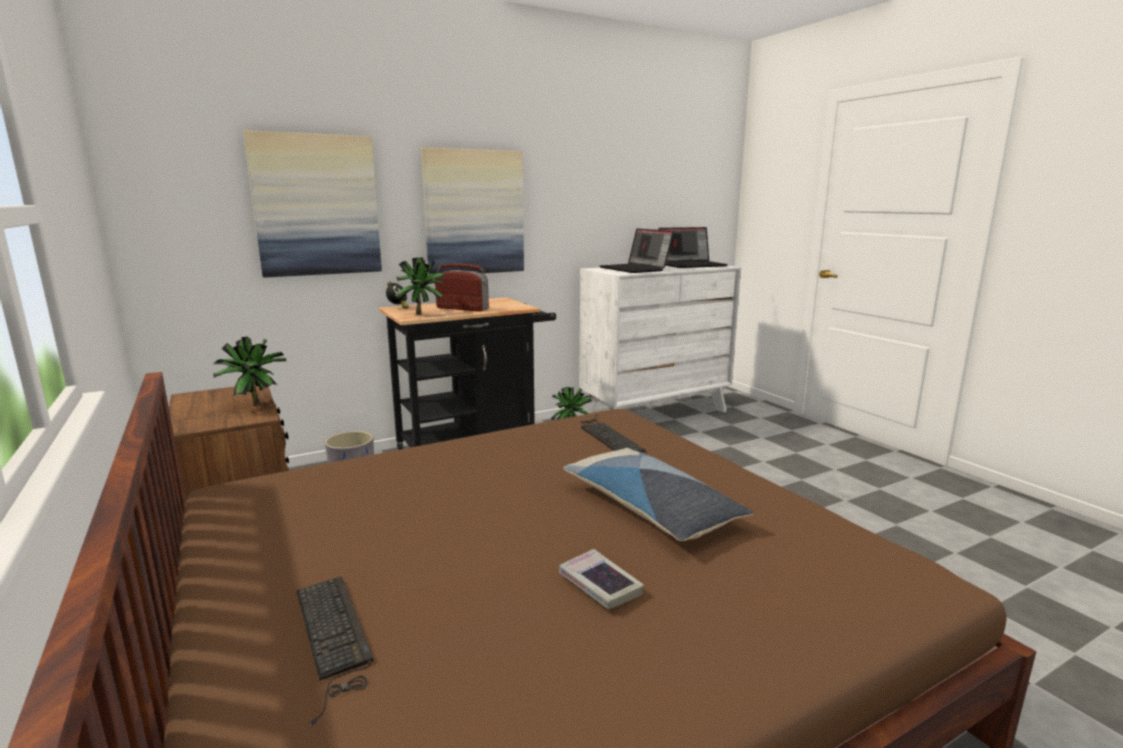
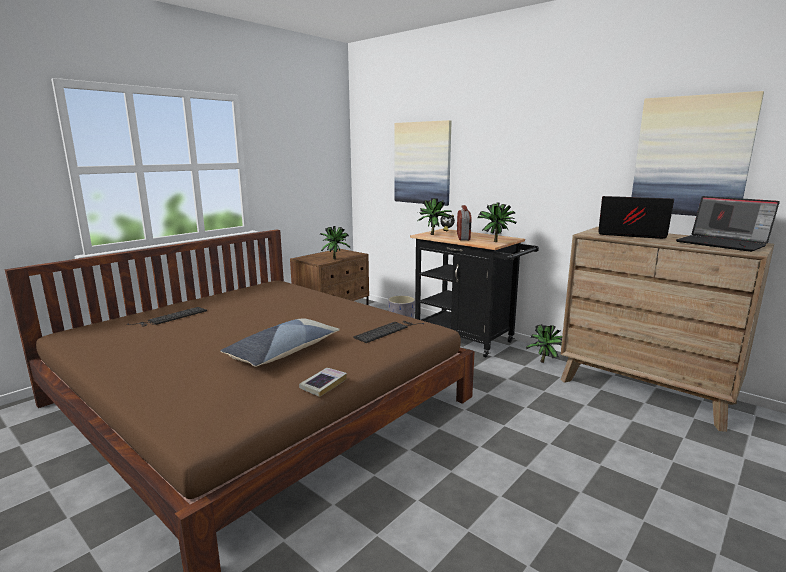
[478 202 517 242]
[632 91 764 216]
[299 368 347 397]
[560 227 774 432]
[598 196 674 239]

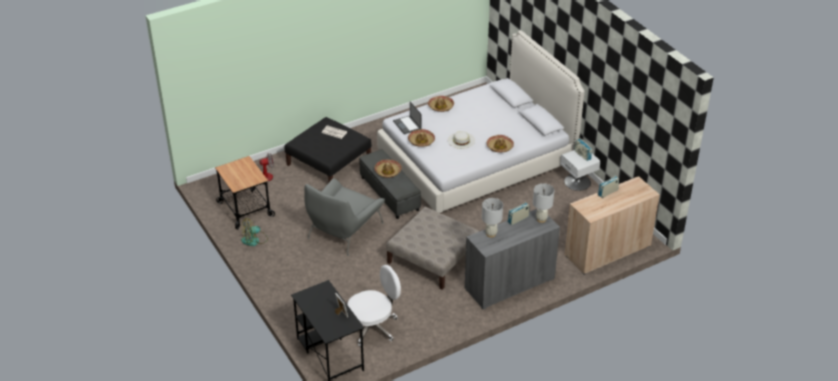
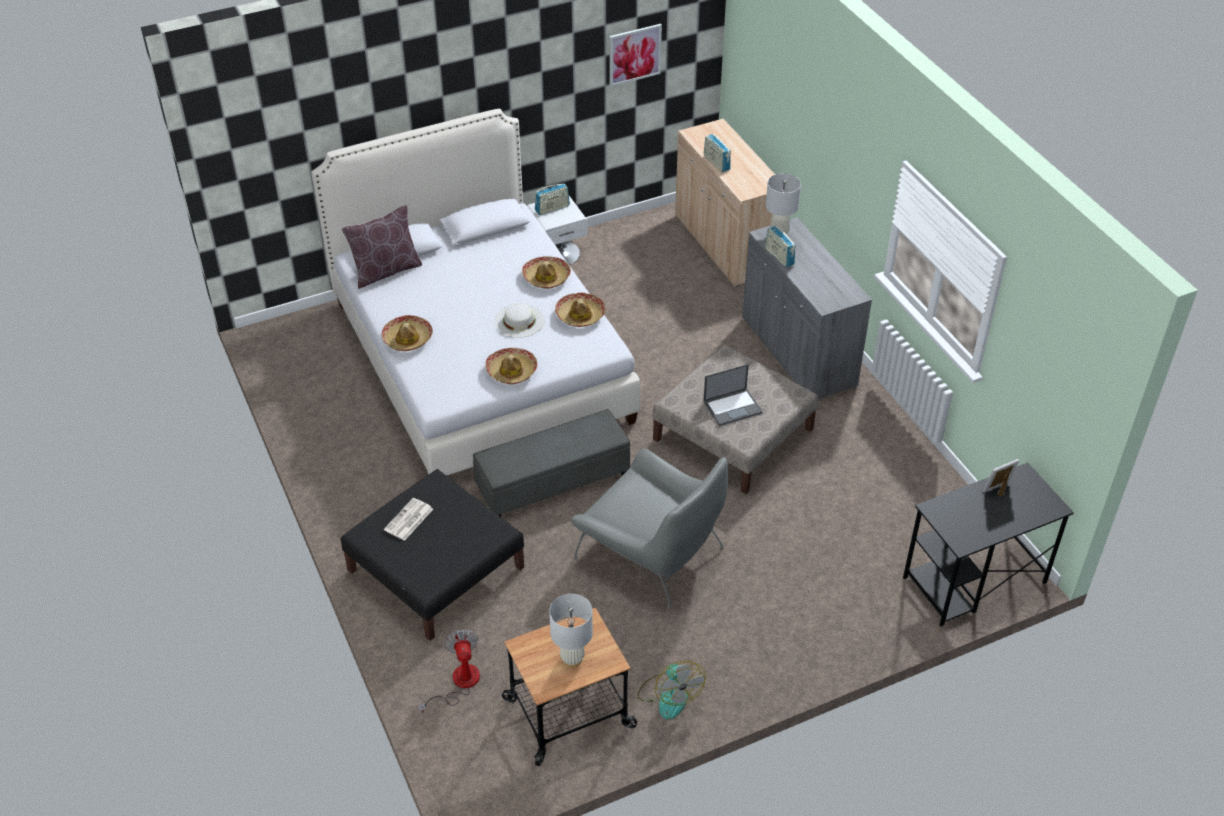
[347 265 401 346] (first image)
[342 205 422 289]
[609 24 662 86]
[555 293 605 327]
[703 364 763 426]
[549 594 593 667]

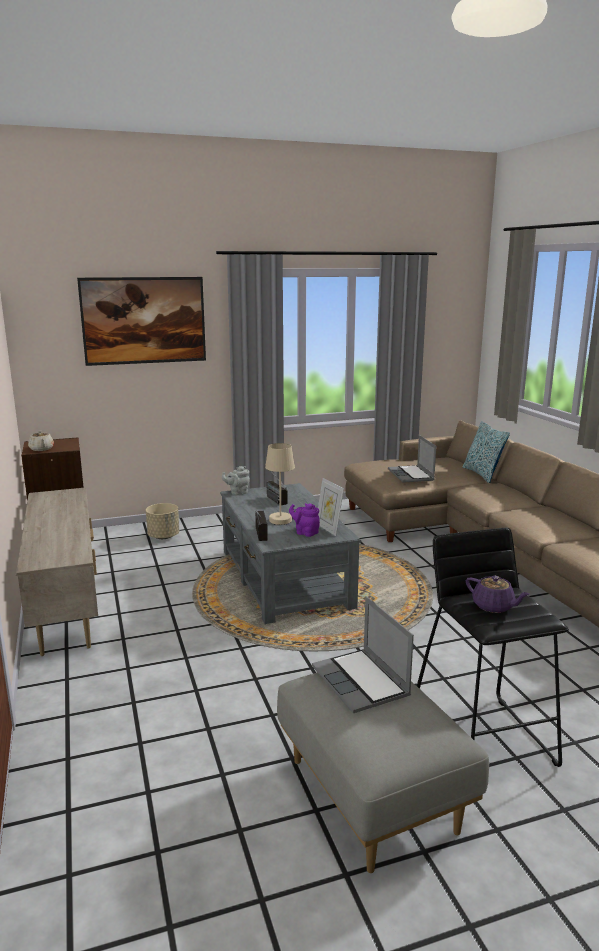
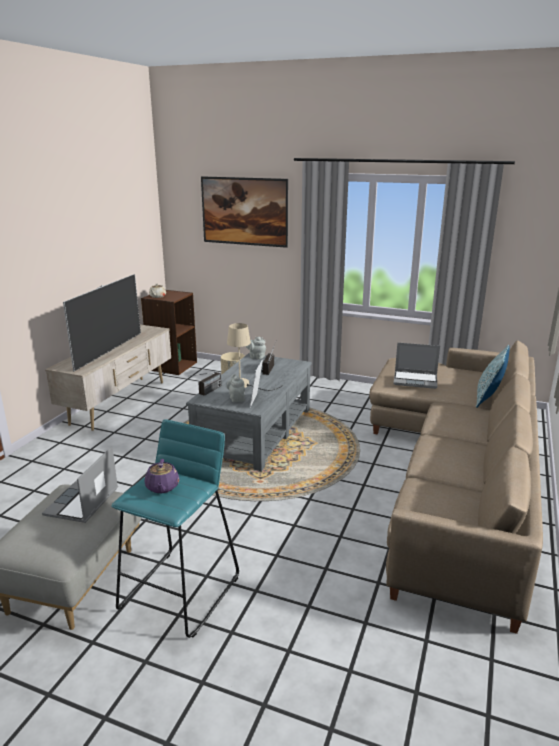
[63 274 141 371]
[227 374 245 402]
[111 419 239 638]
[393 342 440 389]

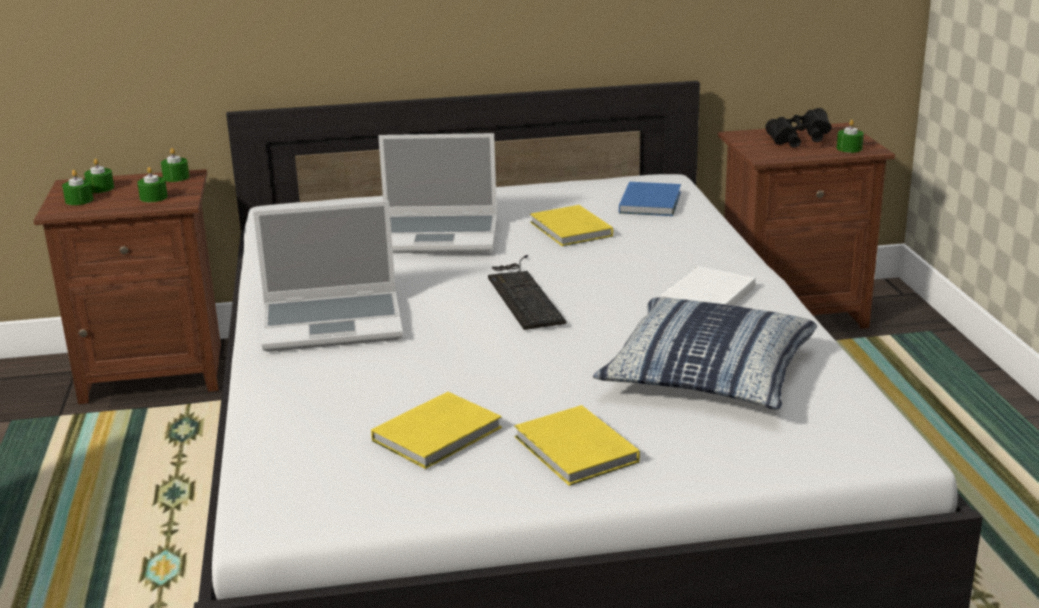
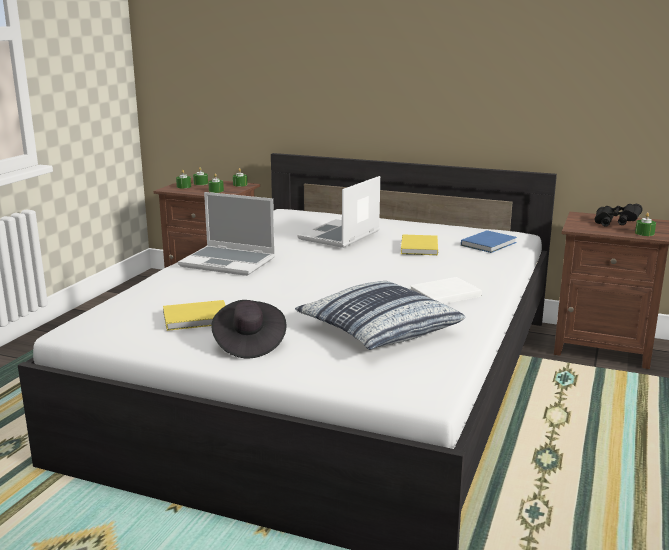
[488 255 567 330] (first image)
[211 300 287 358]
[297 176 380 248]

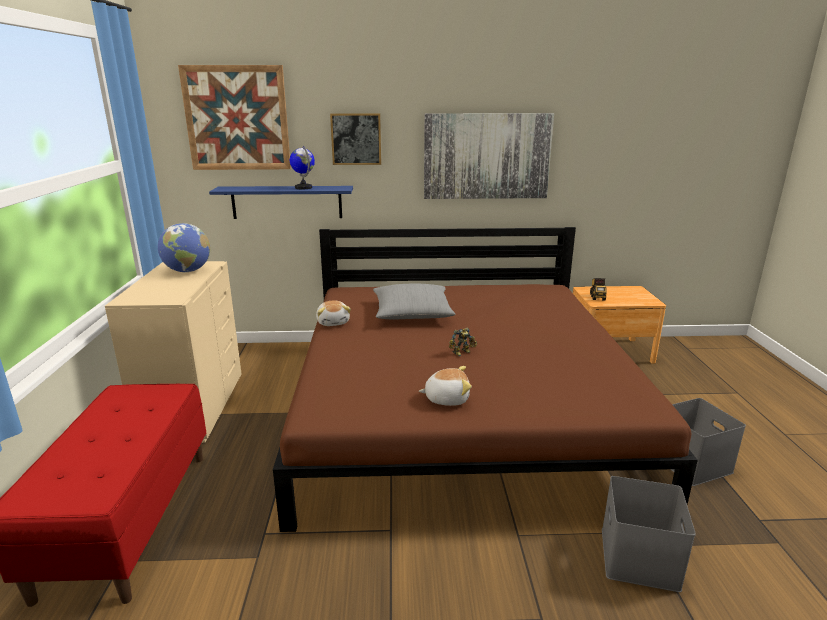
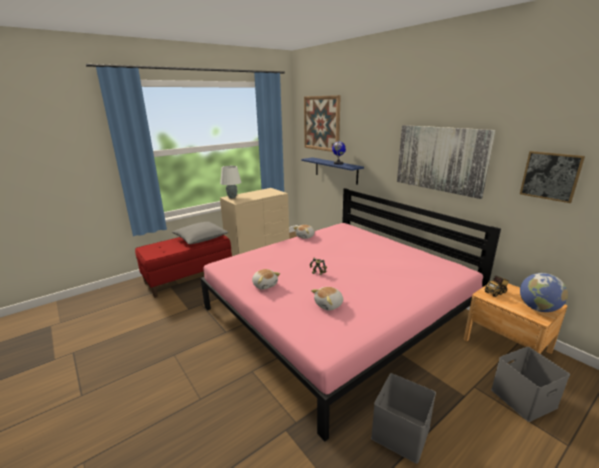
[220 166 241 199]
[311 287 343 310]
[520 273 568 312]
[520 151 585 203]
[172 222 228 244]
[491 347 570 422]
[201 188 501 442]

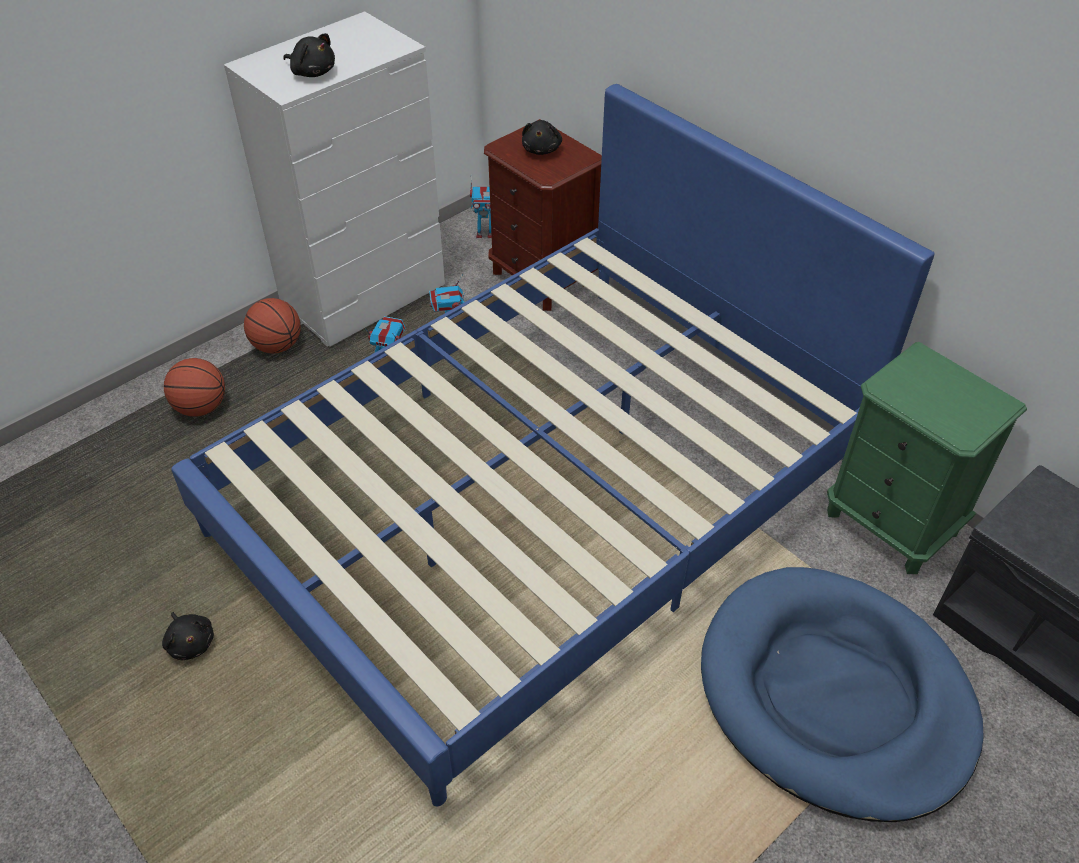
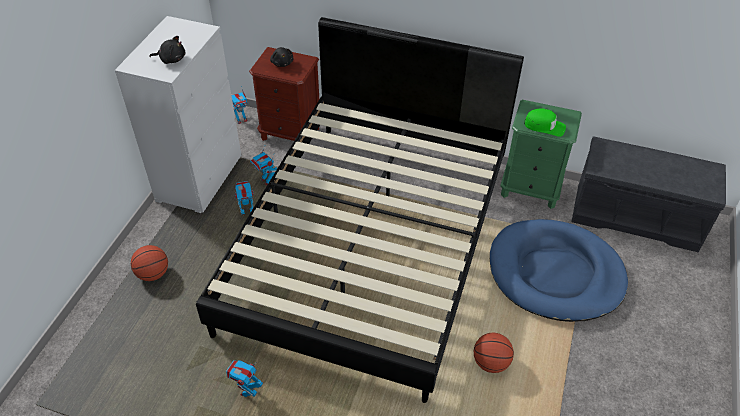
[524 109 566 137]
[474 333 514 373]
[226 360 263 397]
[196 17 524 403]

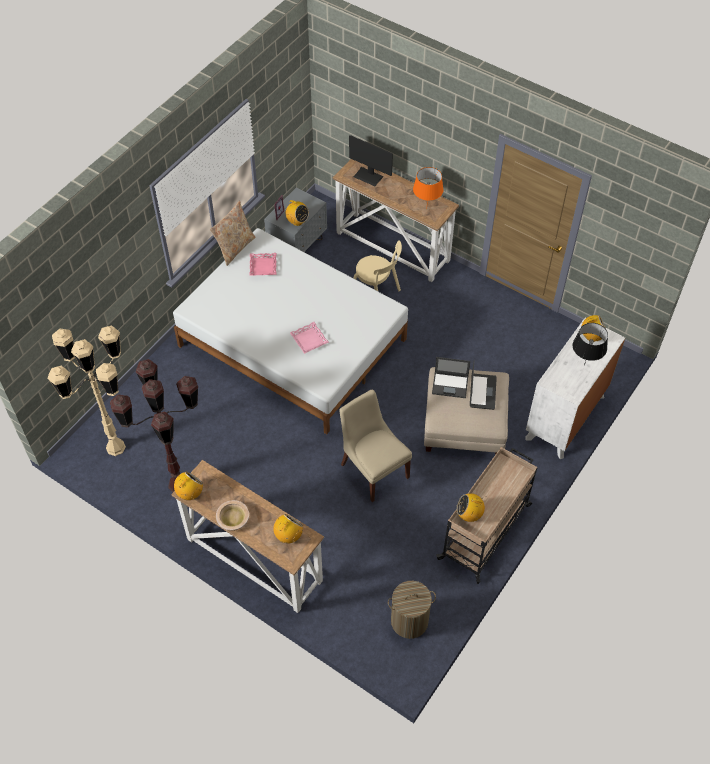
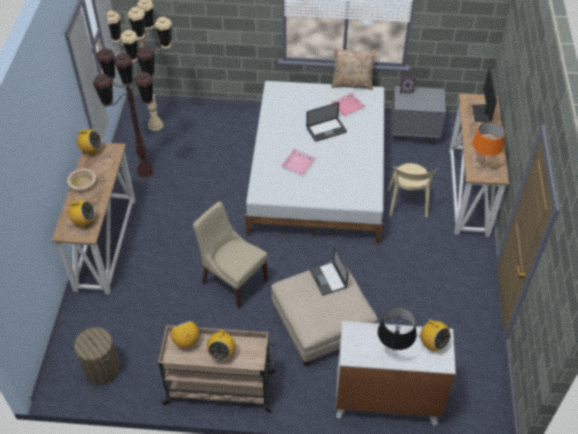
[207 326 236 361]
[306 102 347 142]
[193 202 268 309]

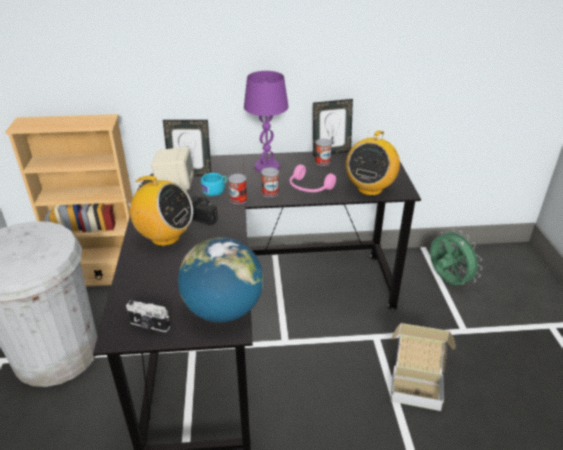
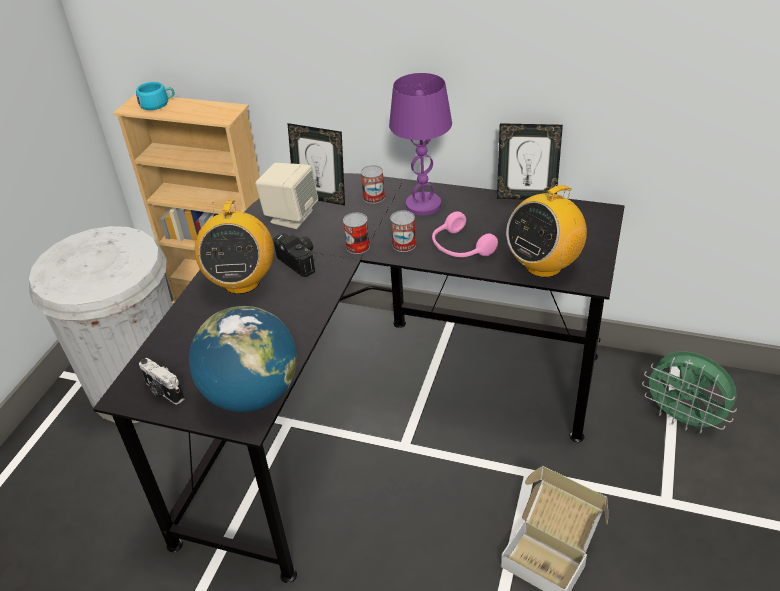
[136 82 175 110]
[361 165 385 204]
[195 201 274 294]
[642 352 737 434]

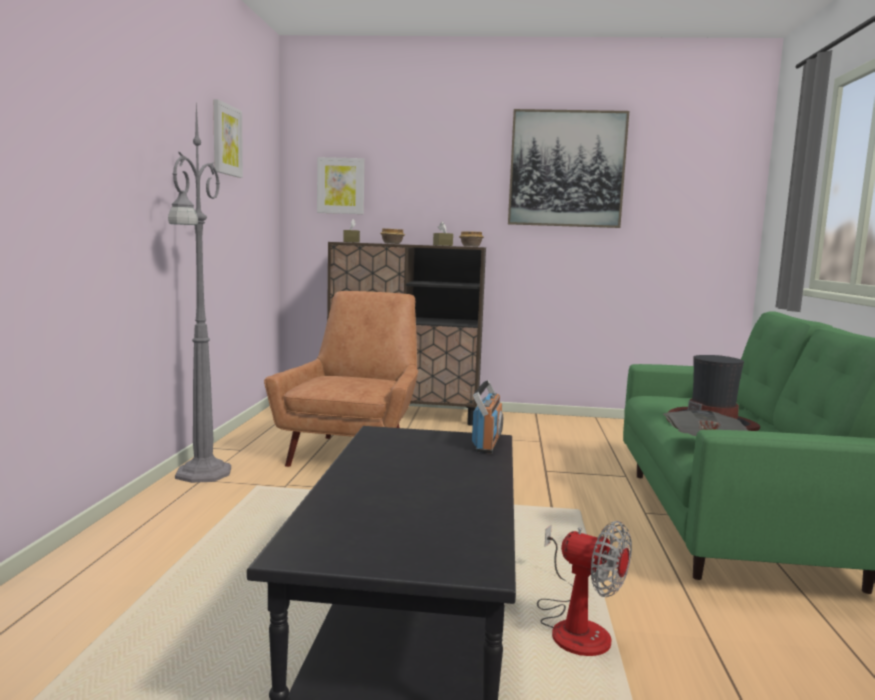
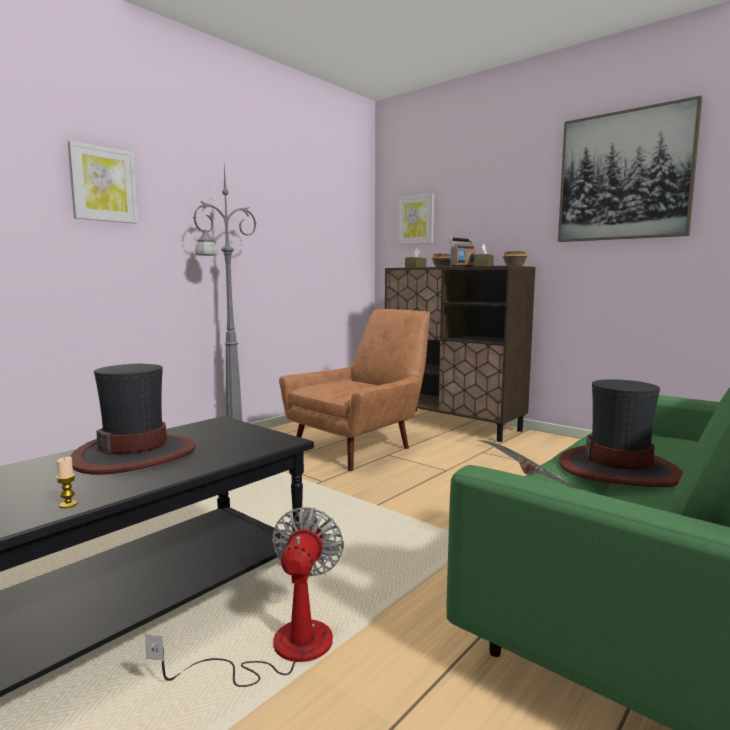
[56 456 78 508]
[70 364 196 475]
[68 141 138 224]
[449 237 476 267]
[145 507 344 687]

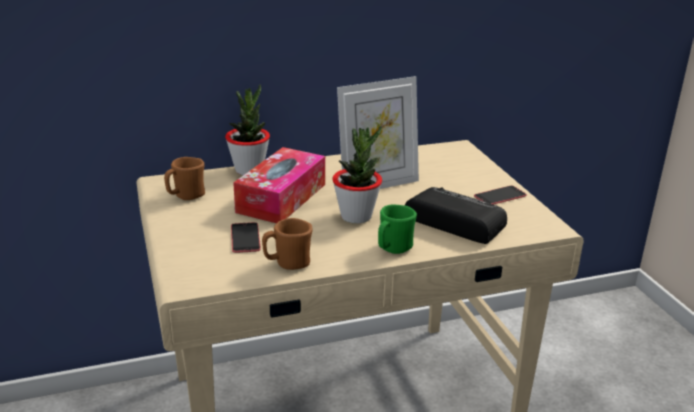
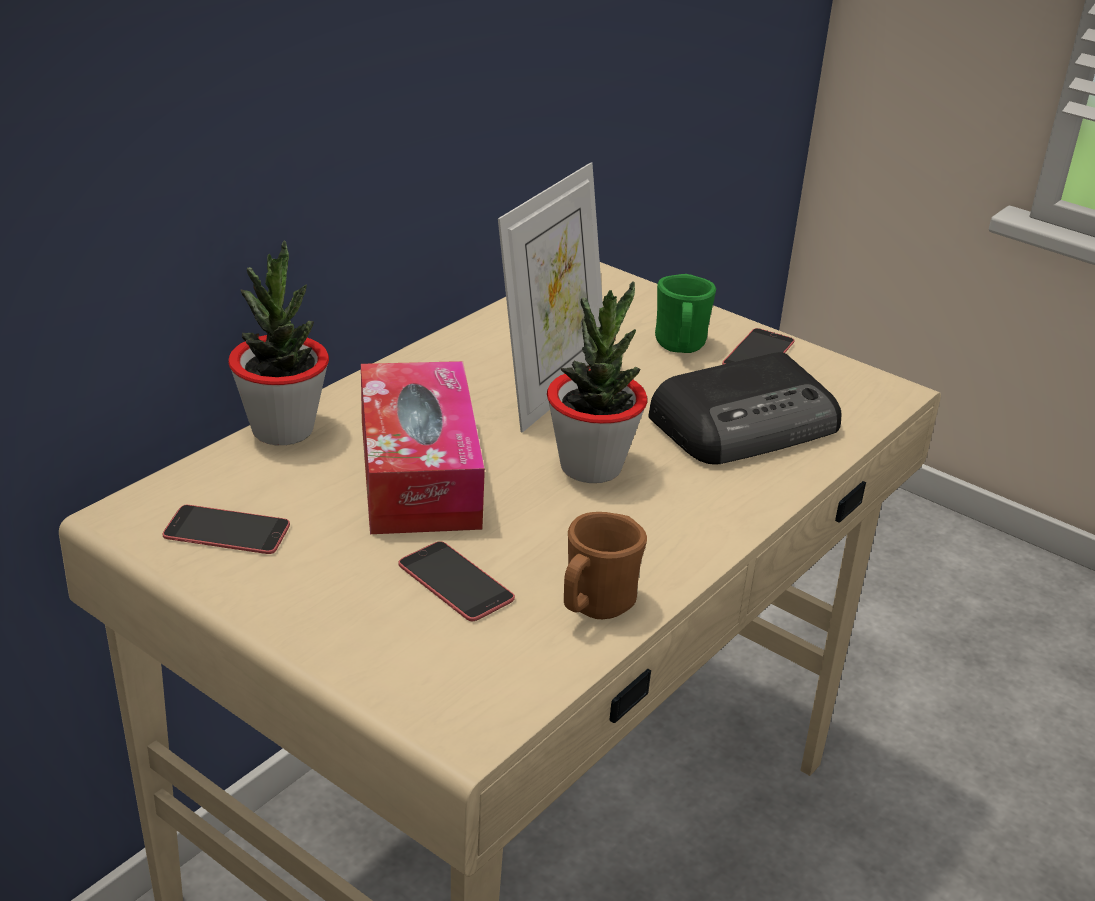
[655 274 716 353]
[163 505 290 554]
[648 352 841 465]

